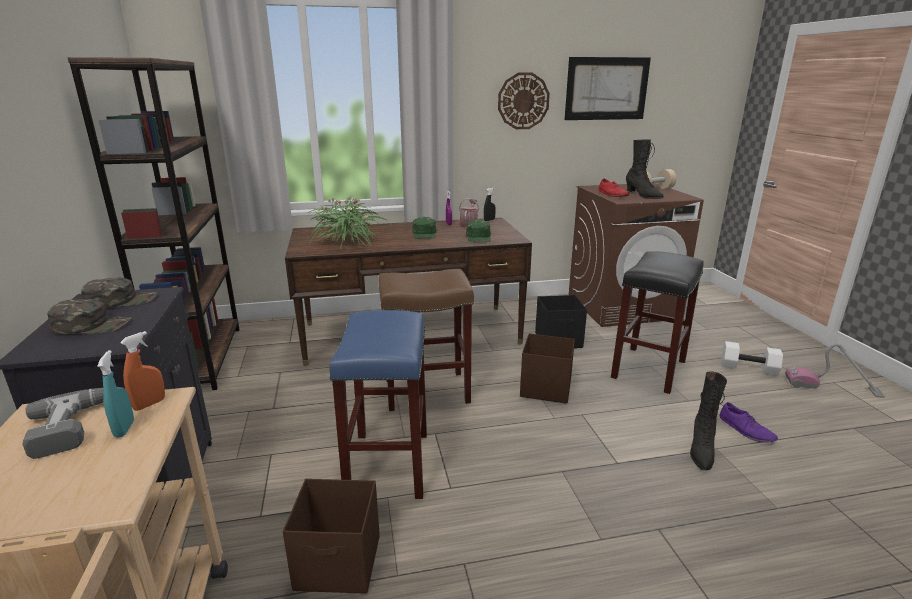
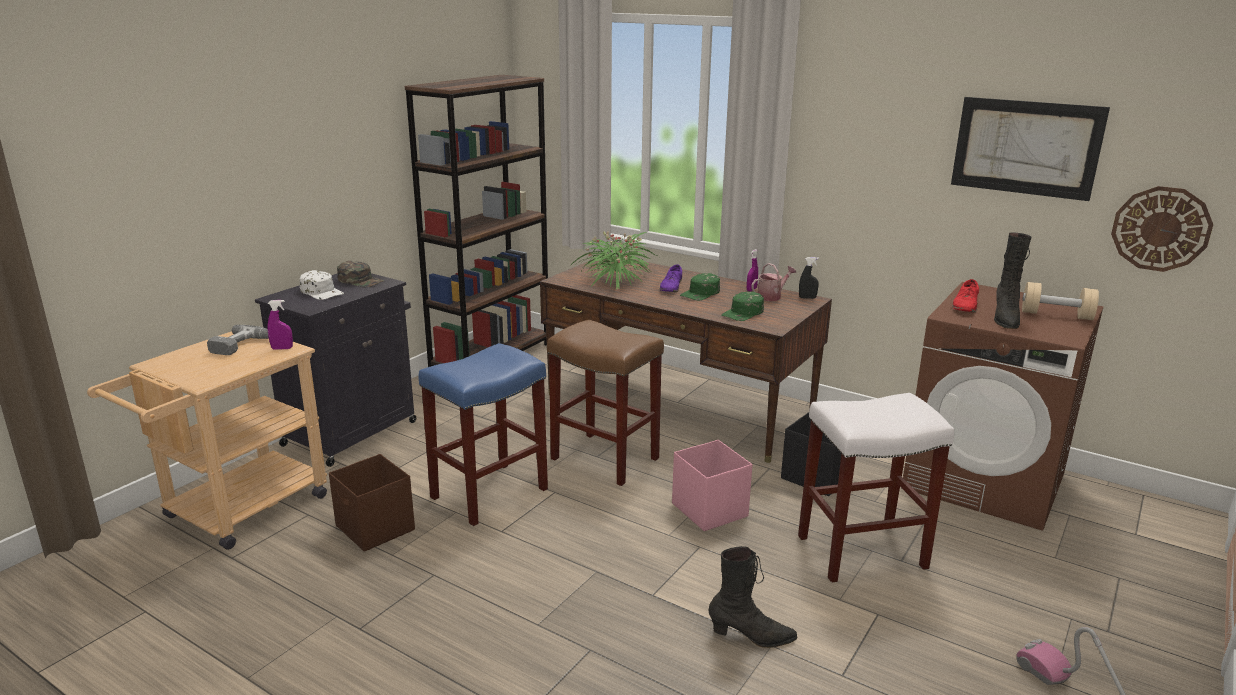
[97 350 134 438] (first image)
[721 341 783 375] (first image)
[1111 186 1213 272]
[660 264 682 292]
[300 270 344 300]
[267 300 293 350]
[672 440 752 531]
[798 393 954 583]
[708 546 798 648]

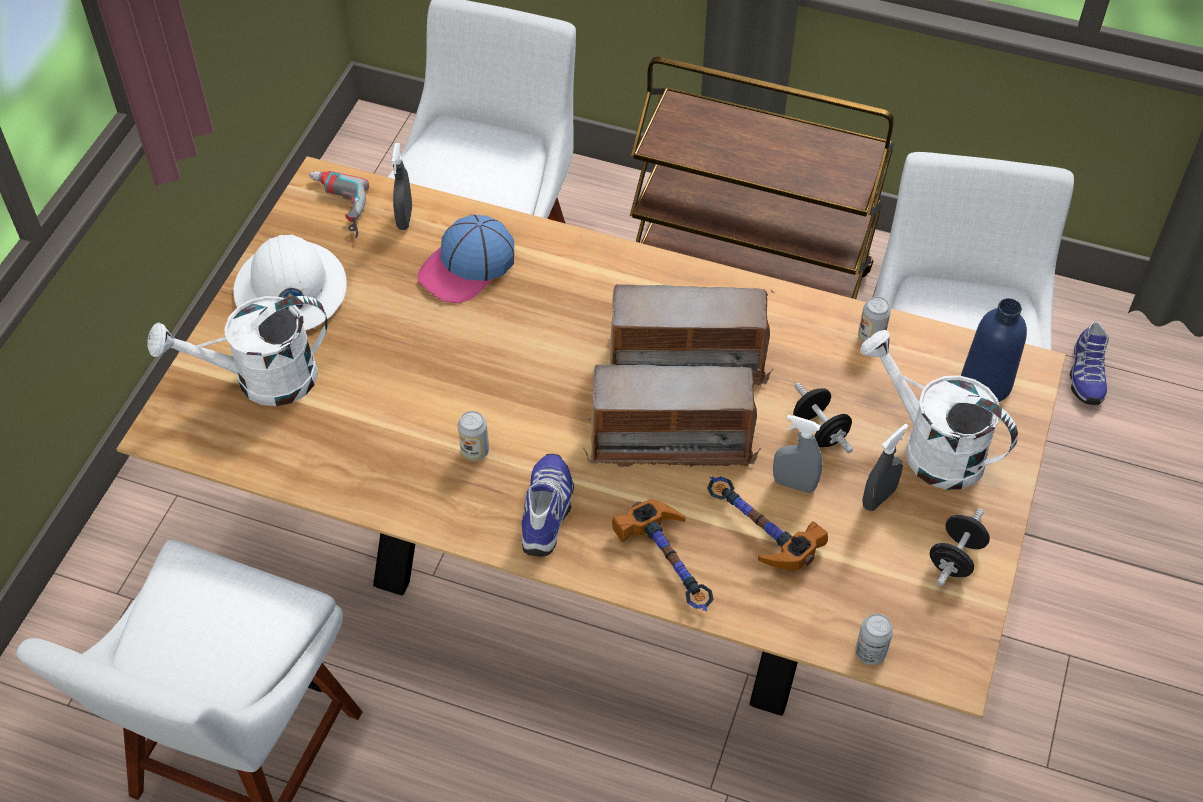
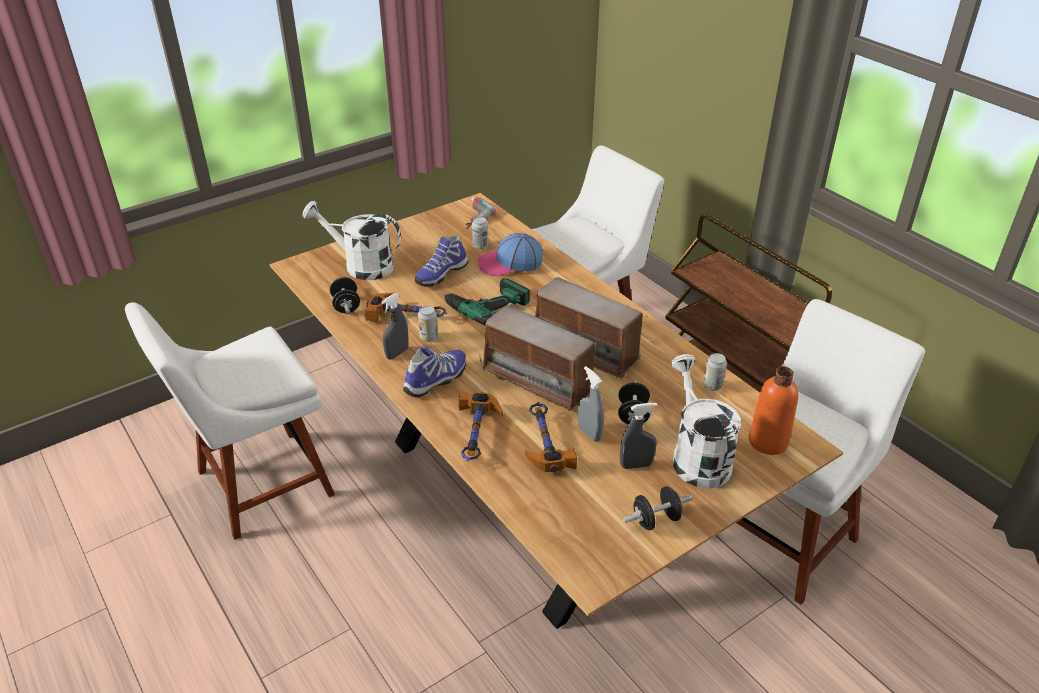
[233 235 347 331] (first image)
[330 277 360 313]
[364 293 448 321]
[436 278 530 326]
[382 293 409 360]
[472 217 489 249]
[415 236 468 287]
[749 366 798 455]

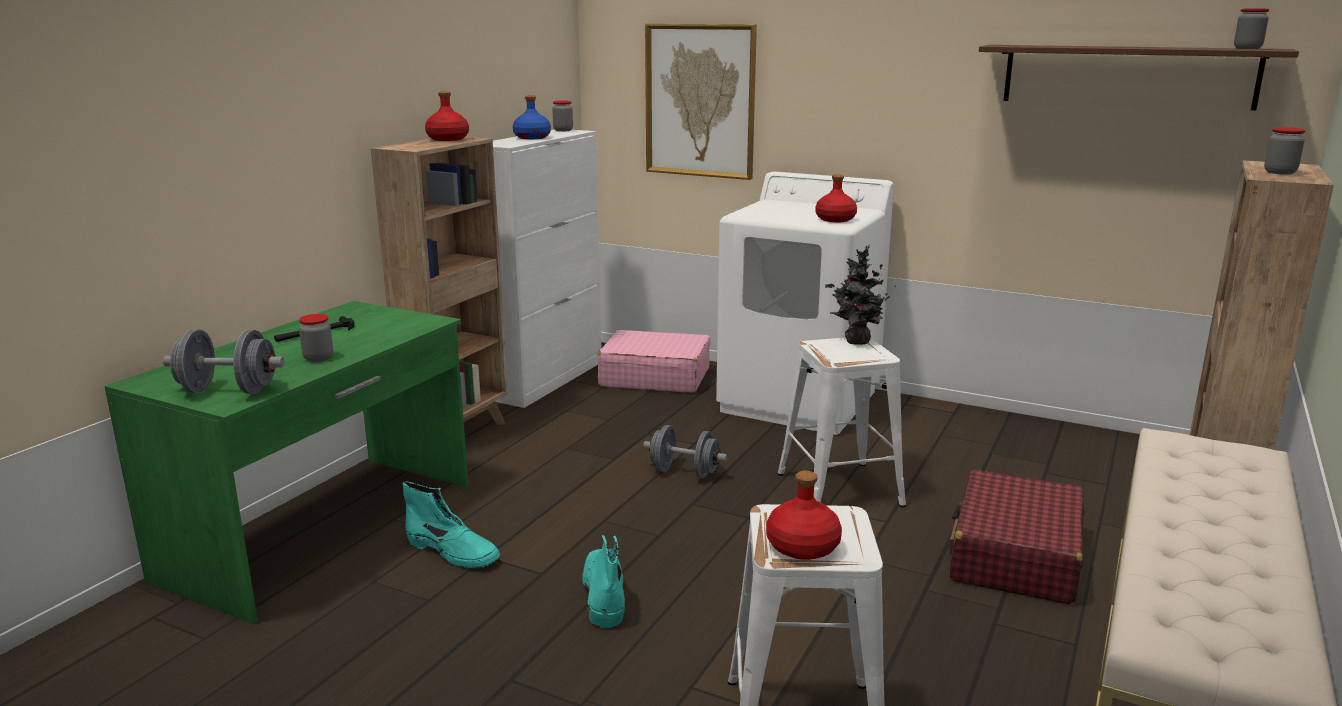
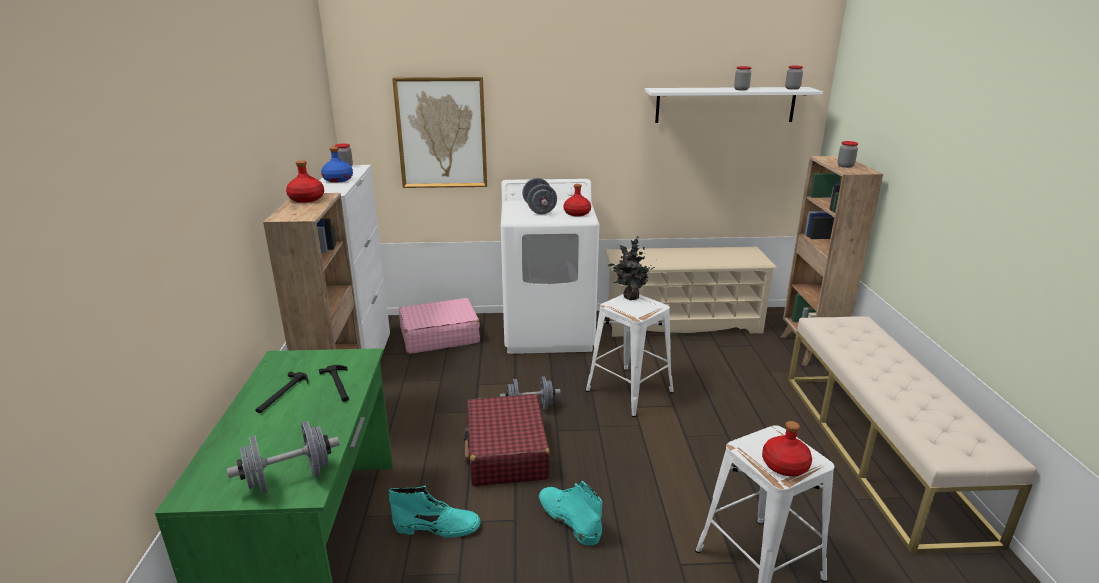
[319 365 349 402]
[522 178 557 214]
[604 247 777 337]
[734 66 751 91]
[463 394 550 487]
[645 87 823 123]

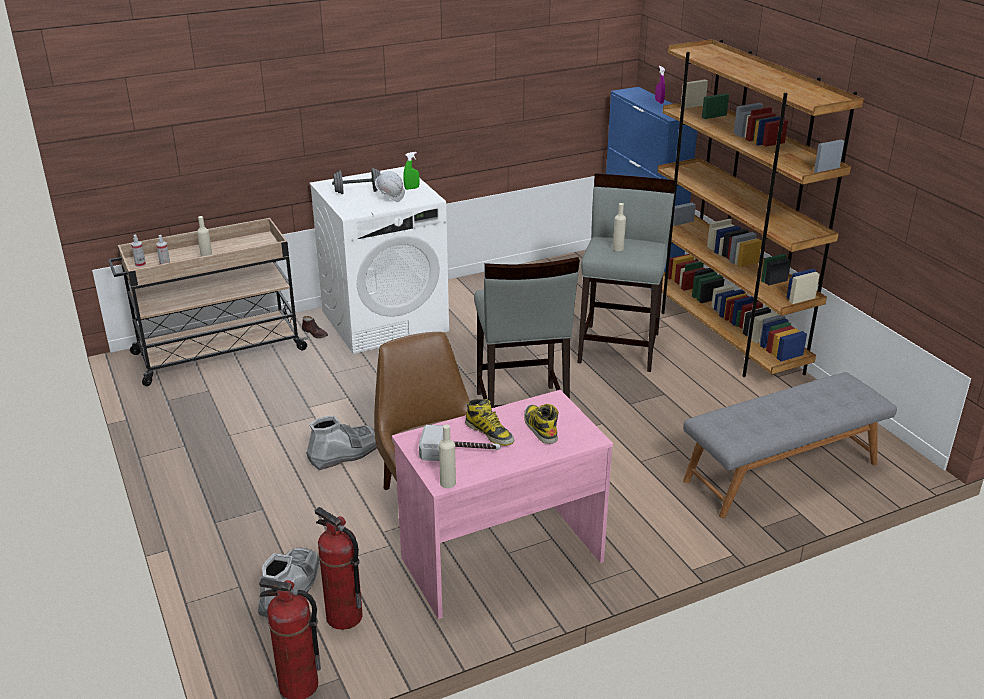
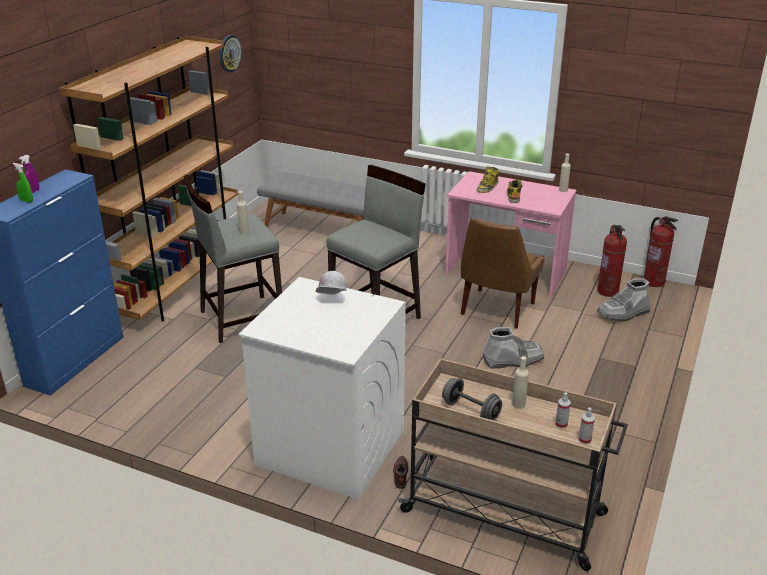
[419 425 501 461] (first image)
[219 35 242 72]
[442 378 502 421]
[13 163 33 203]
[483 327 544 369]

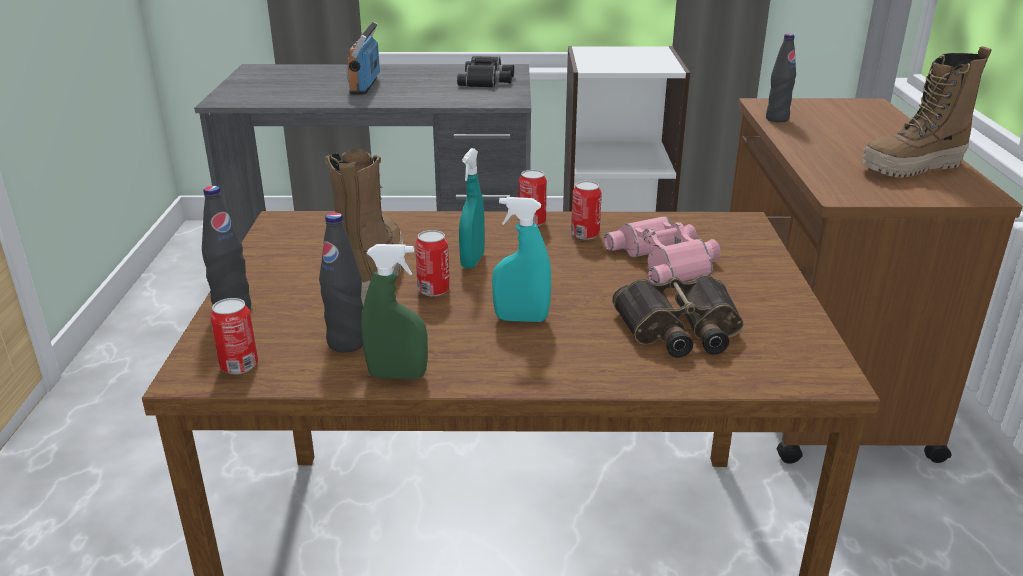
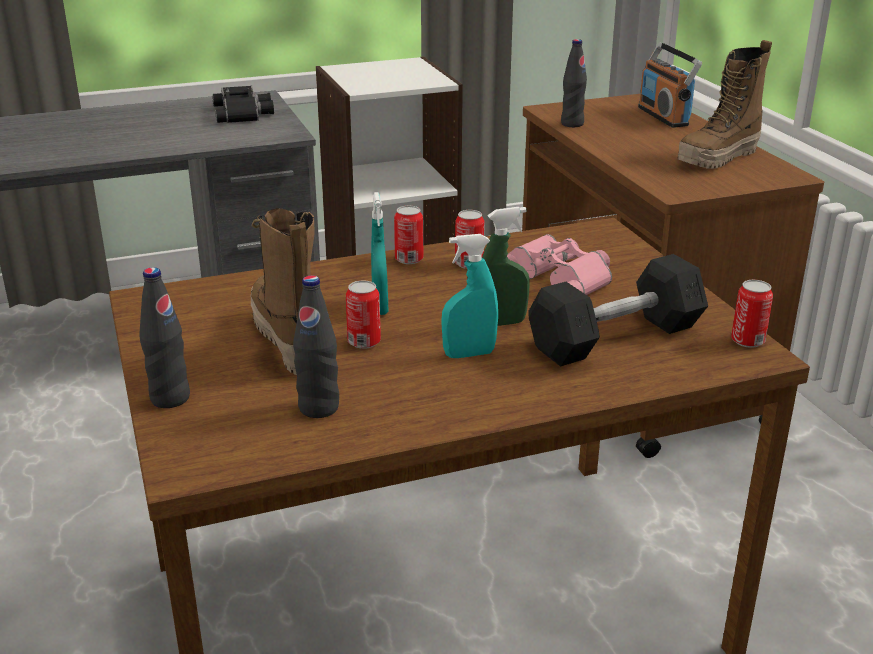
[731 280 773 348]
[638 42 702 128]
[482 207 529 326]
[529 254 708 367]

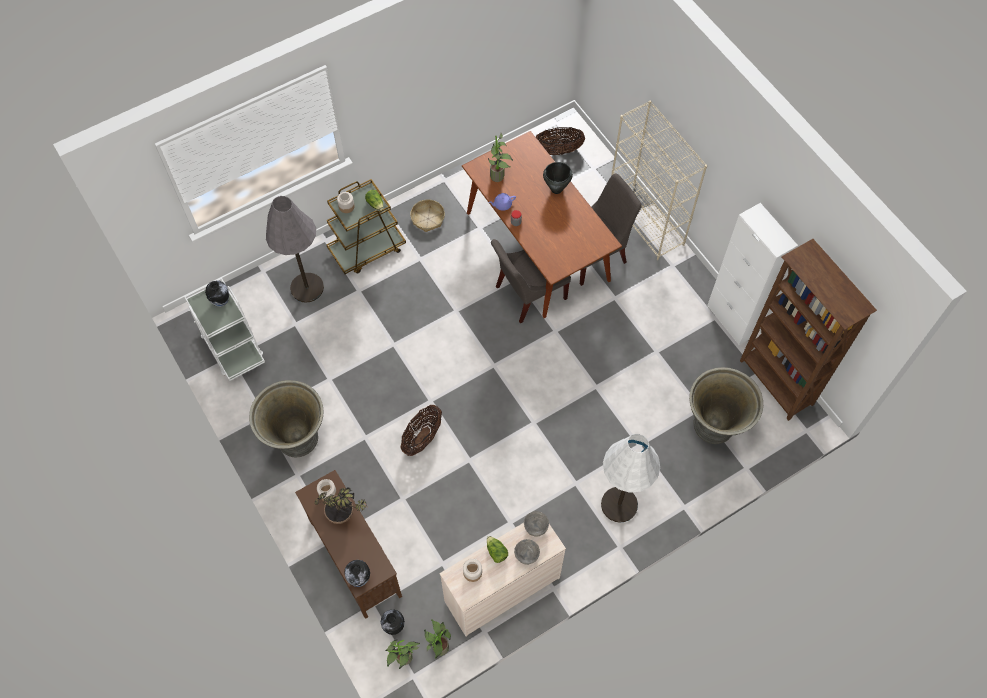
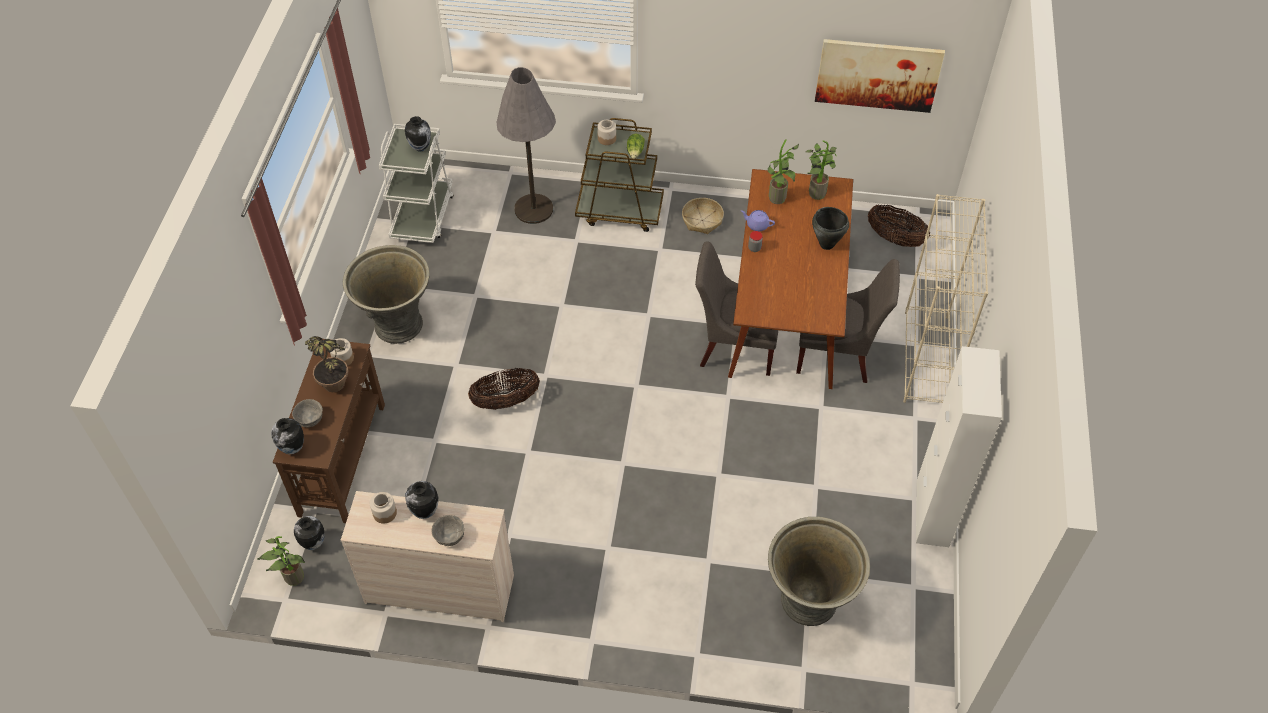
[601 434 660 522] (first image)
[740 239 877 421] (first image)
[815 39 945 113]
[806 140 837 200]
[292 399 323 428]
[405 481 438 519]

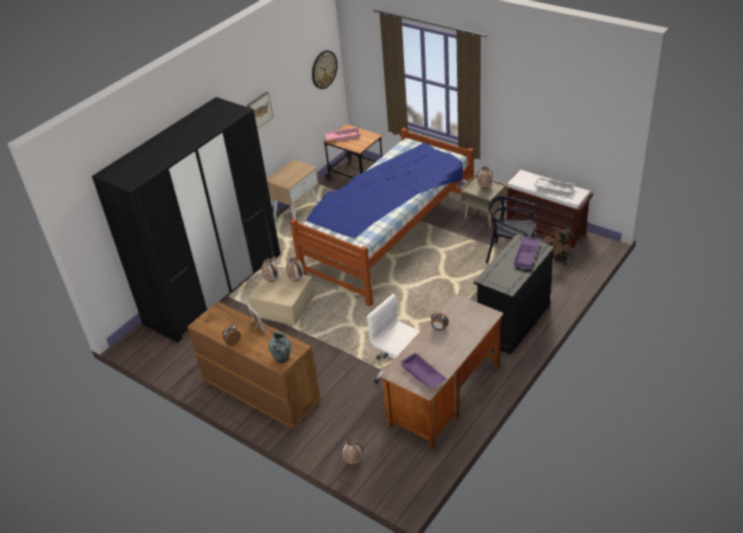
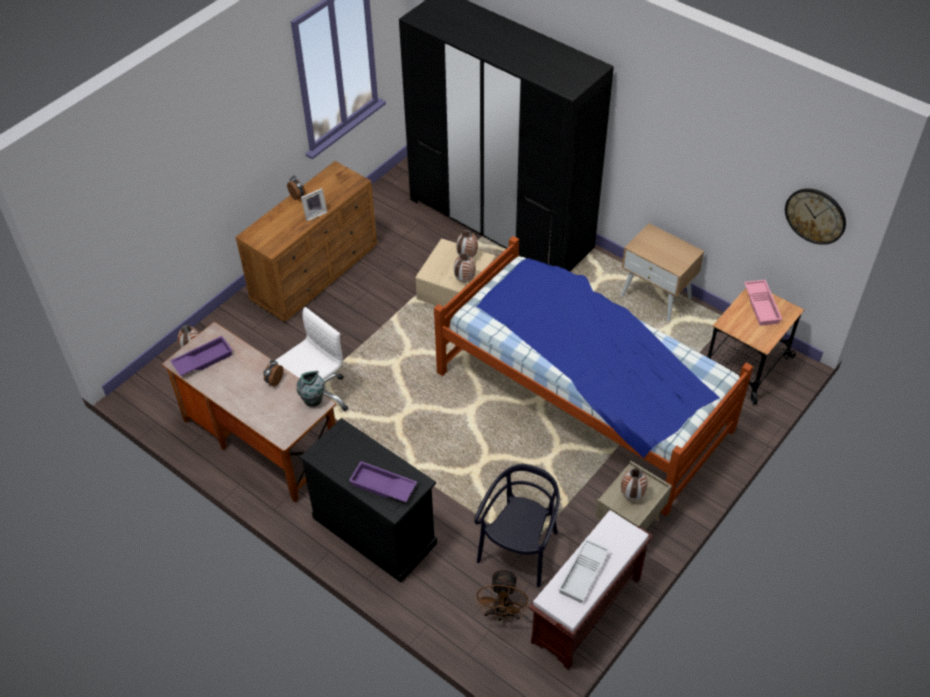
[247 92 273 129] (first image)
[297 371 325 407]
[476 568 528 621]

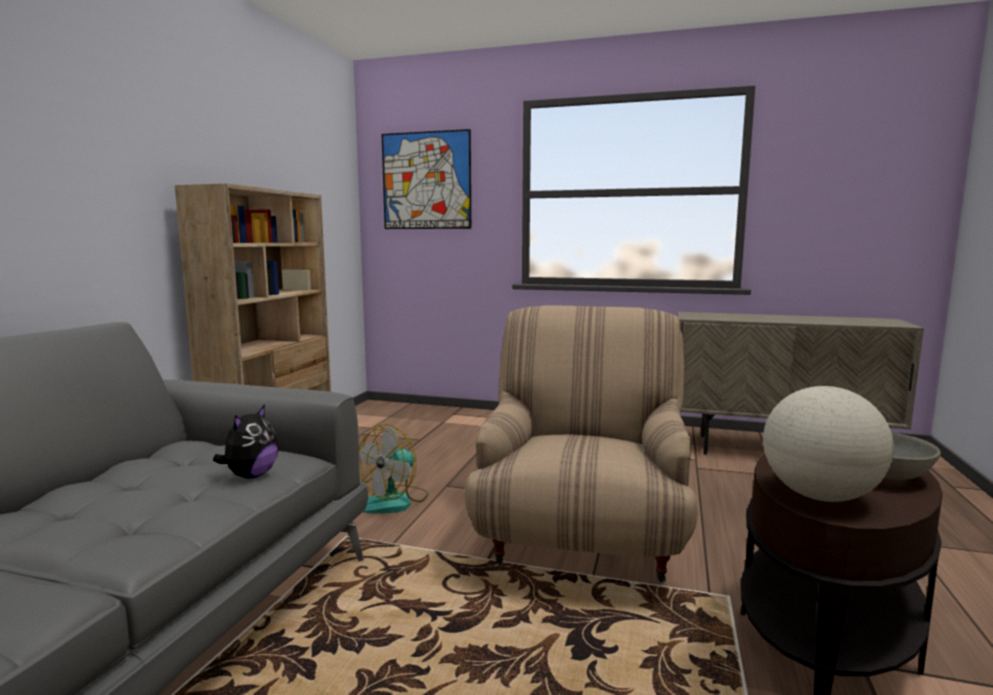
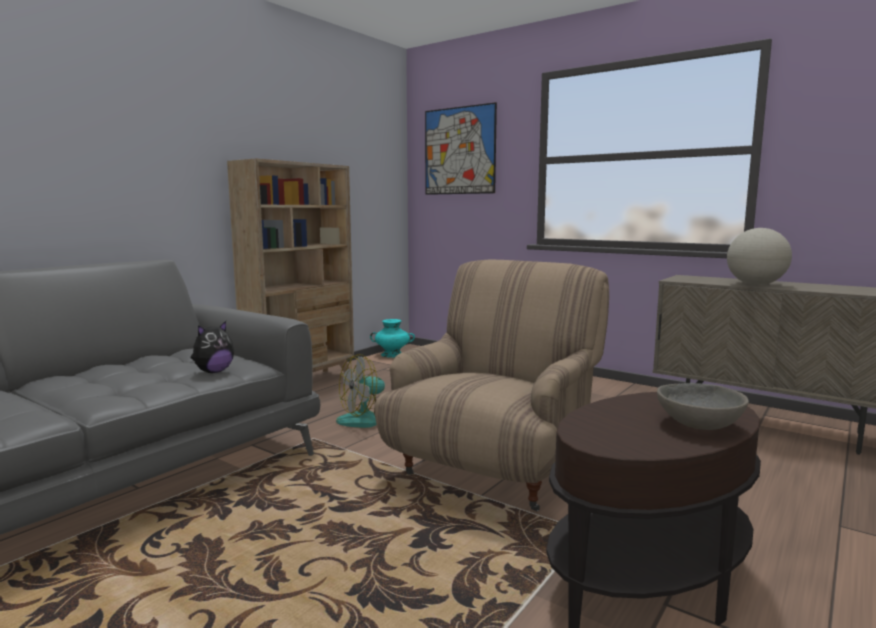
[370 319 415 358]
[727 228 792 285]

